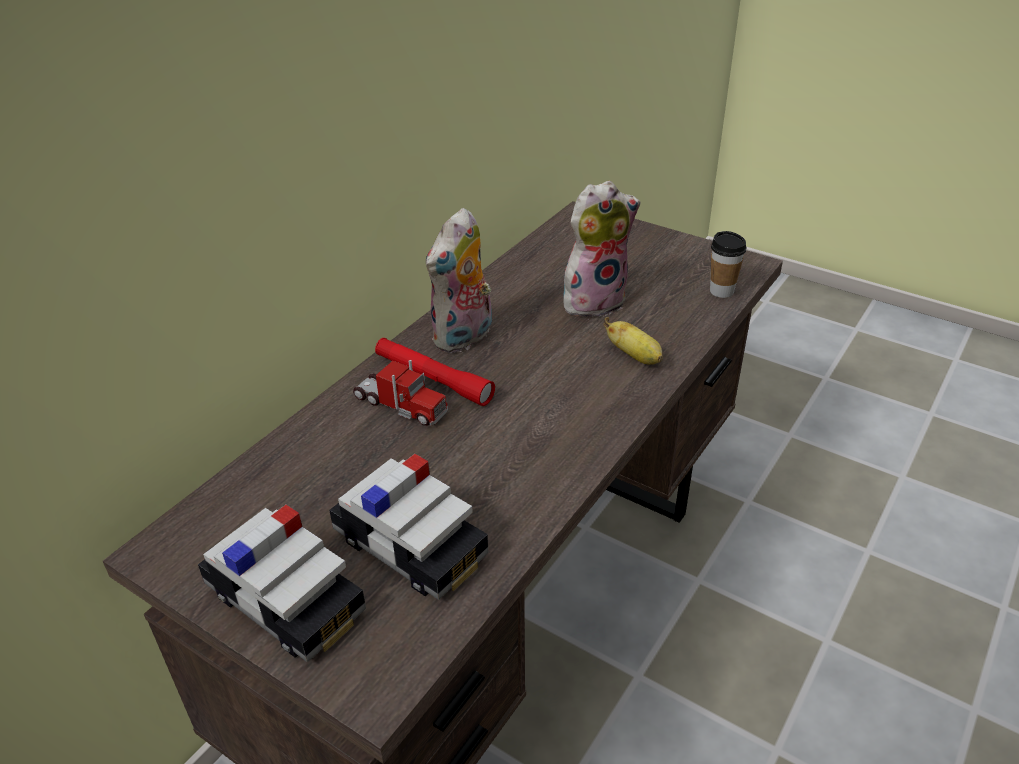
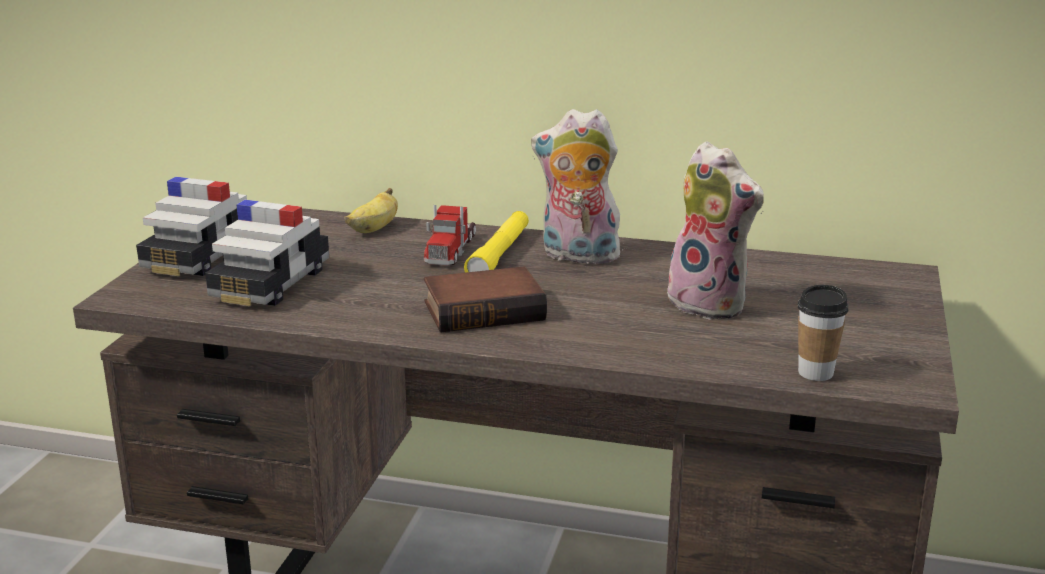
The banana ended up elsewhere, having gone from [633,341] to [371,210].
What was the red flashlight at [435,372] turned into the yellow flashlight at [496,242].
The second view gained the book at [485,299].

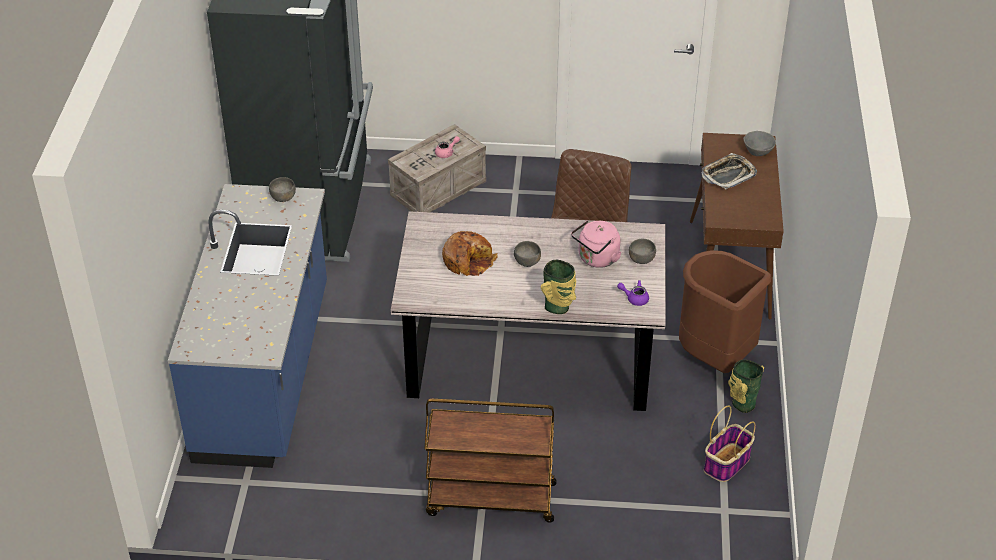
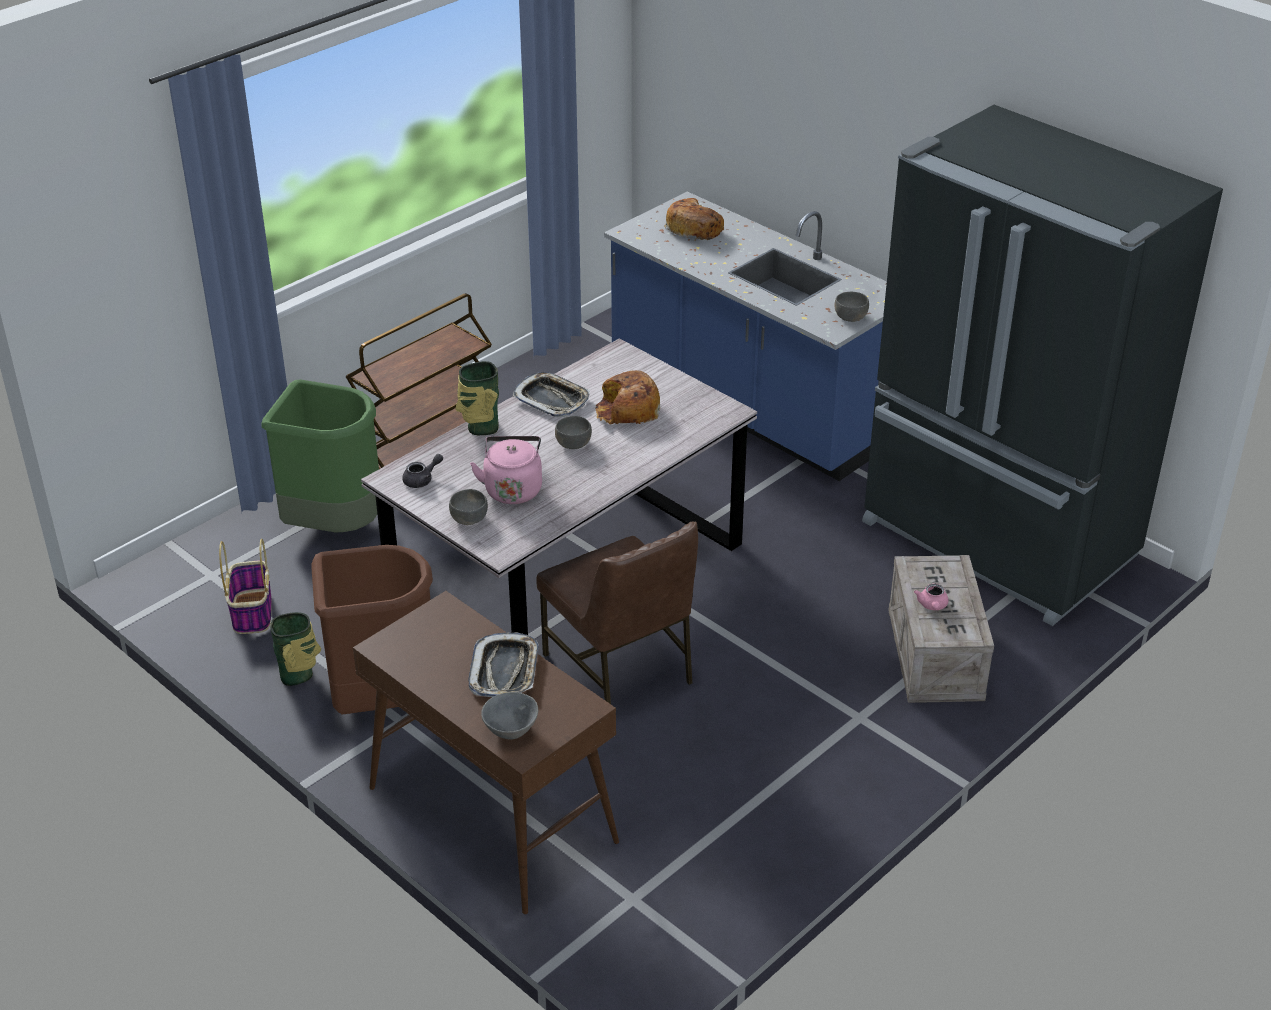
What was the purple teapot at [633,293] turned into the grey teapot at [422,471].
The second view gained the bread at [694,219].
The second view gained the tray at [551,394].
The second view gained the green trash can at [320,456].

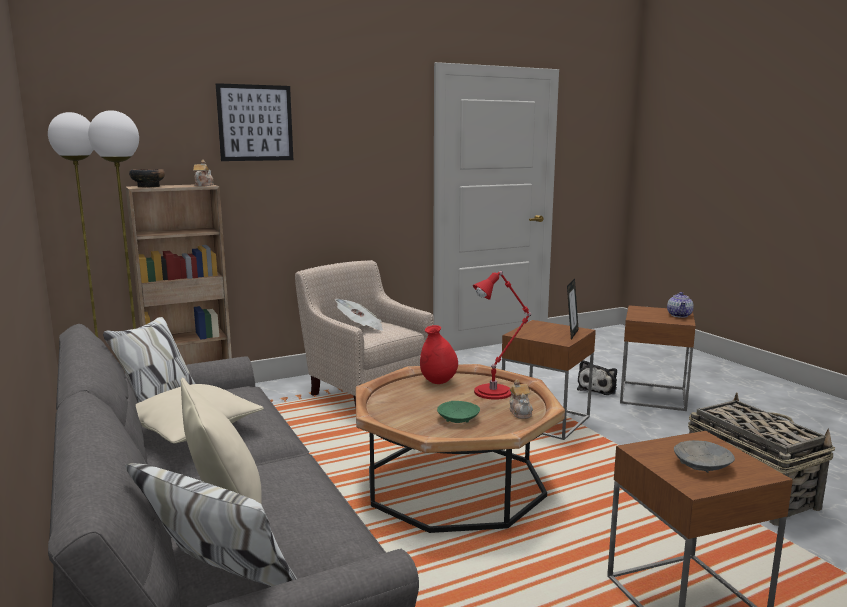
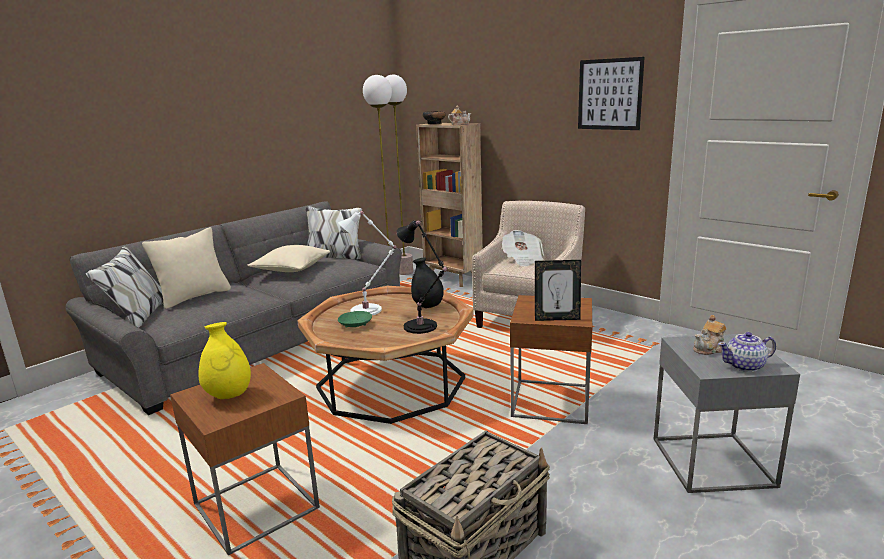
The picture ended up elsewhere, having gone from [254,122] to [611,93].
What was the red table lamp at [502,335] turned into the black table lamp at [422,277].
What was the brown side table at [658,358] turned into the grey side table at [726,413].
What was the red vase at [439,354] turned into the black vase at [427,282].
The second view lost the plush toy at [597,377].
The teapot ended up elsewhere, having gone from [521,399] to [709,335].
Where the grey bowl stood at [704,456], the yellow vase came to stand at [225,360].
The second view gained the white table lamp at [367,263].

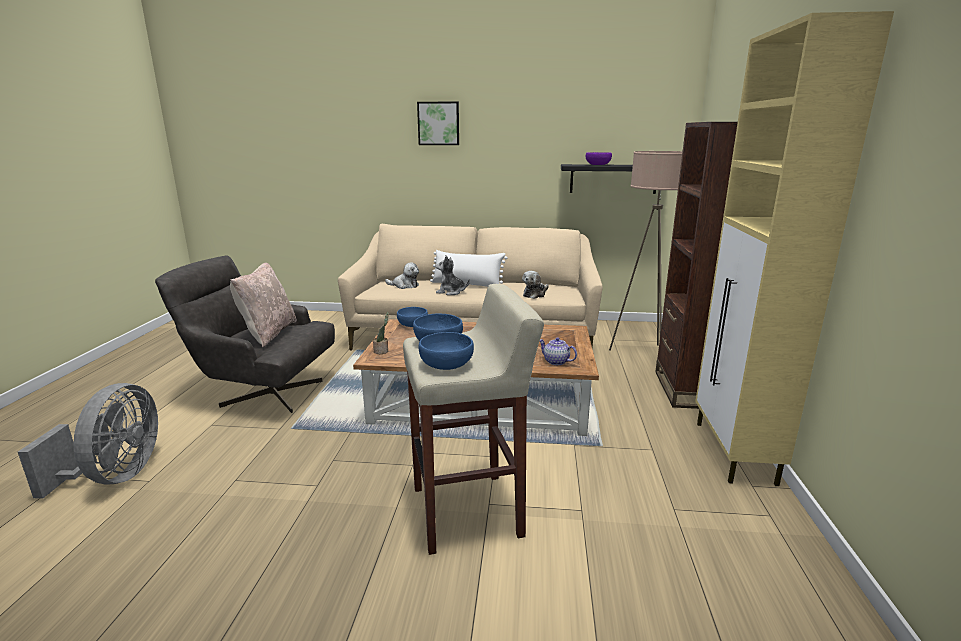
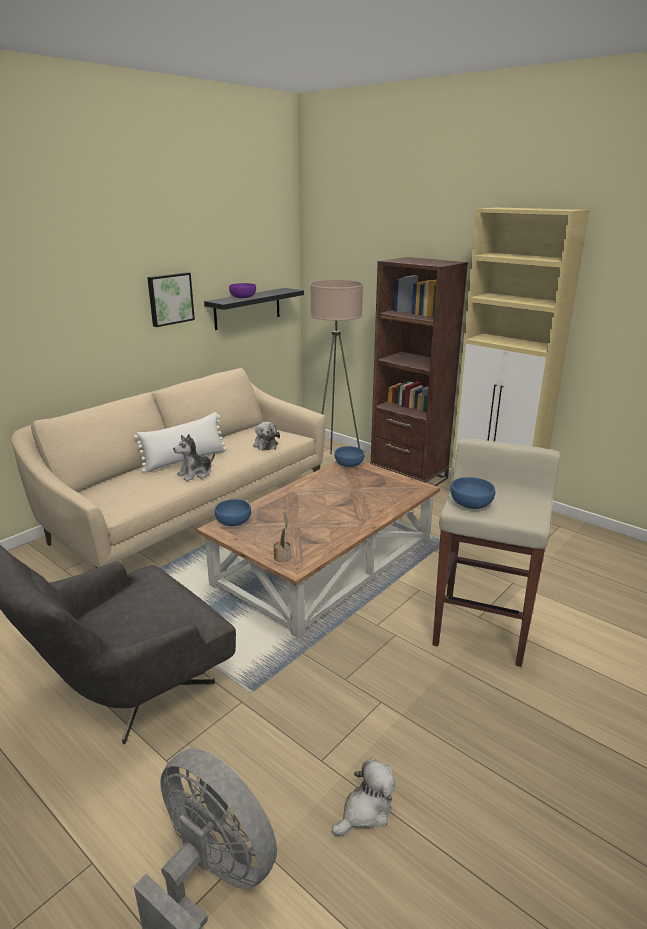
The picture ended up elsewhere, having gone from [438,123] to [171,299].
The plush toy ended up elsewhere, having gone from [402,275] to [364,797].
The second view lost the beige pillow at [263,305].
The blue bowl ended up elsewhere, having gone from [446,351] to [349,456].
The second view lost the teapot at [558,351].

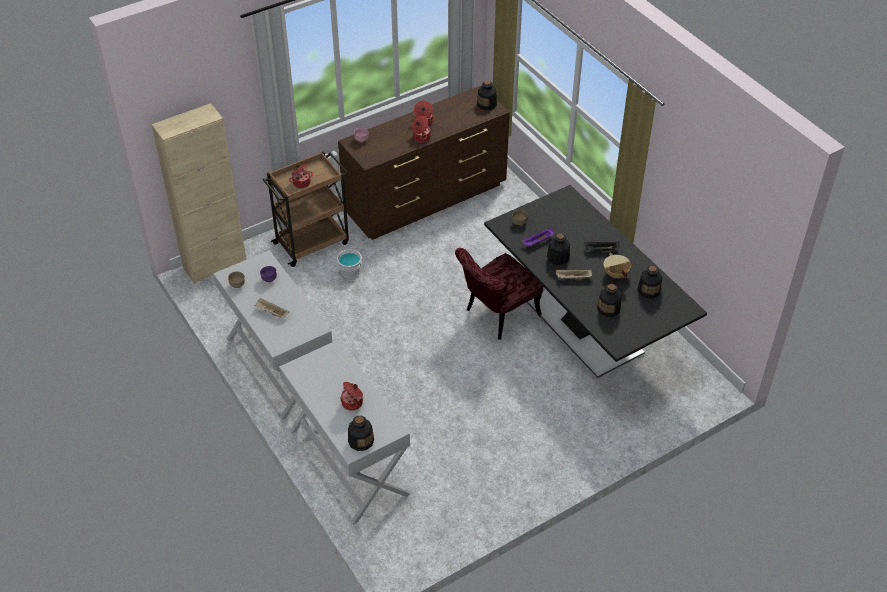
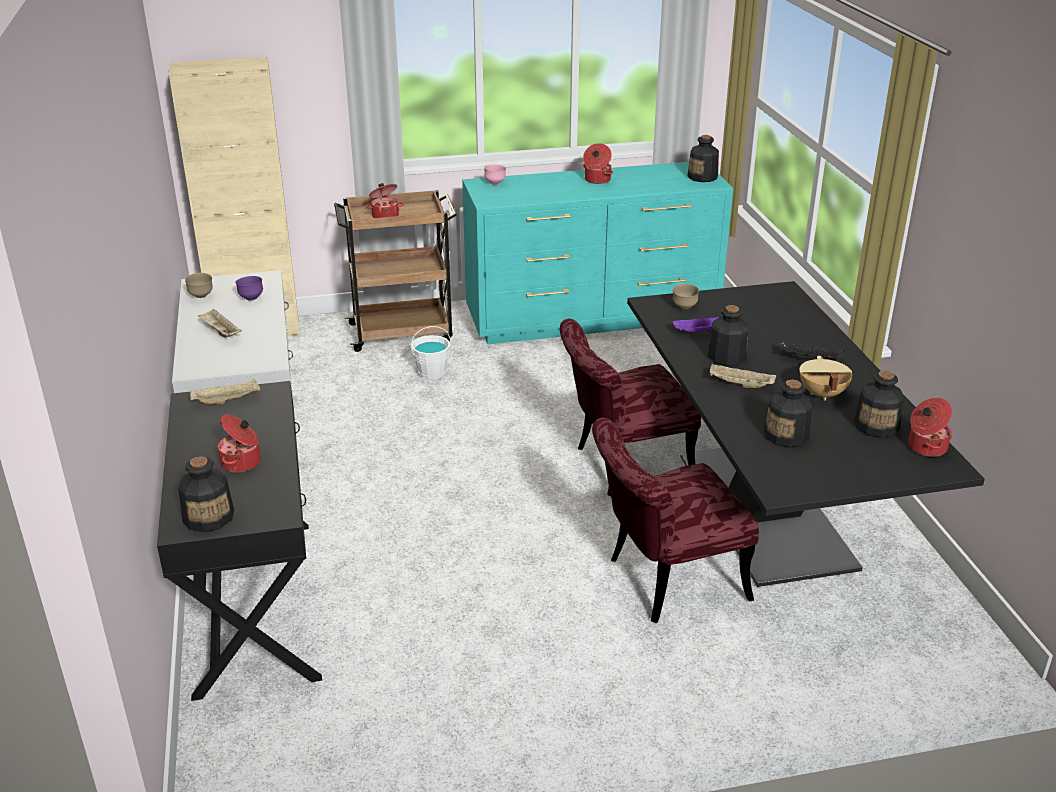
What was the brown dresser at [424,162] turned into the turquoise dresser at [597,253].
The cooking pot ended up elsewhere, having gone from [421,129] to [930,427].
What was the white console table at [344,432] turned into the black console table at [239,541].
The second view gained the beige tray at [225,392].
The second view gained the red chair at [675,520].

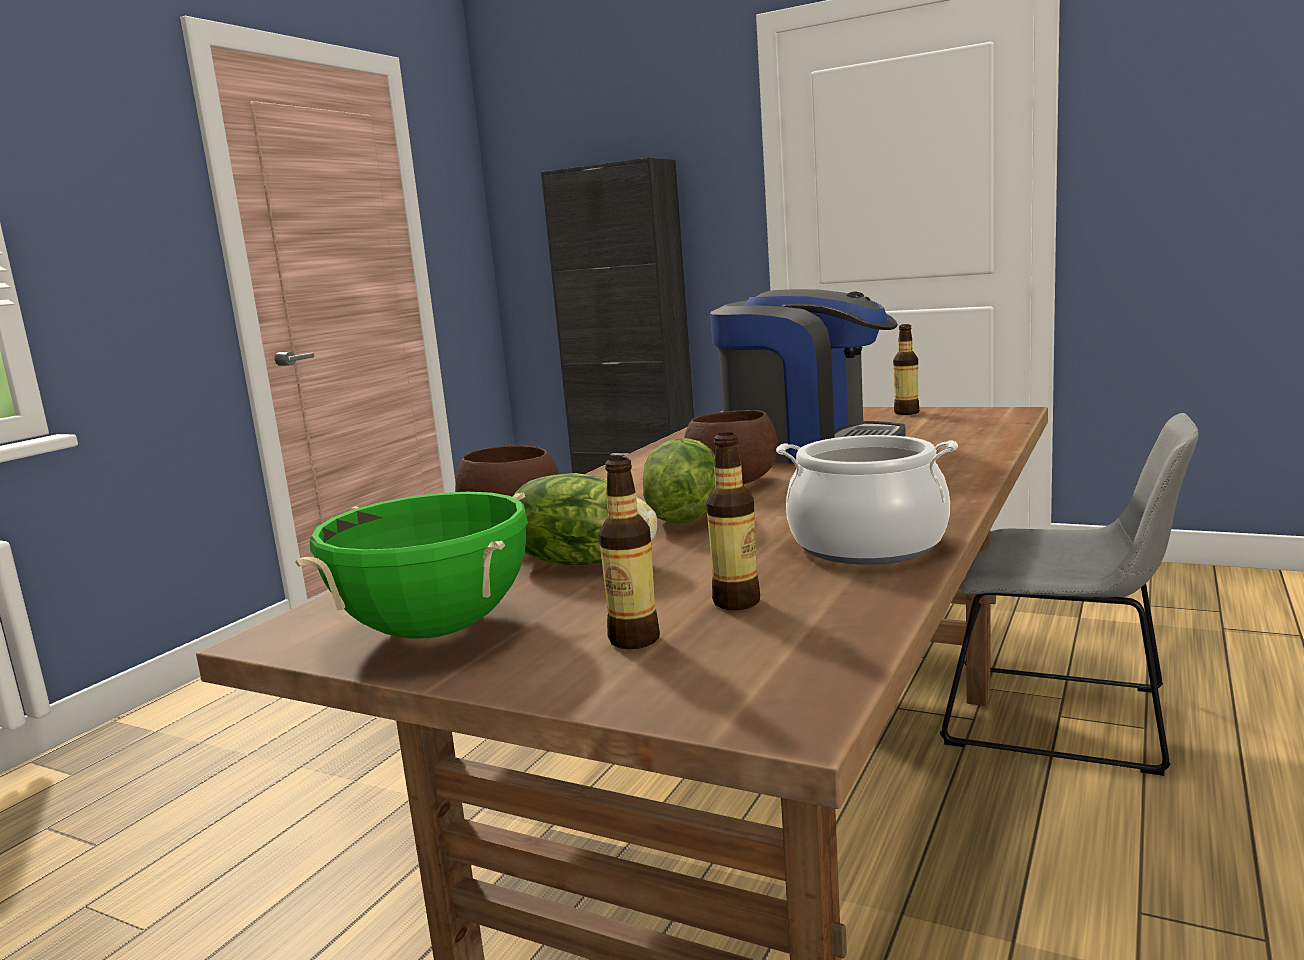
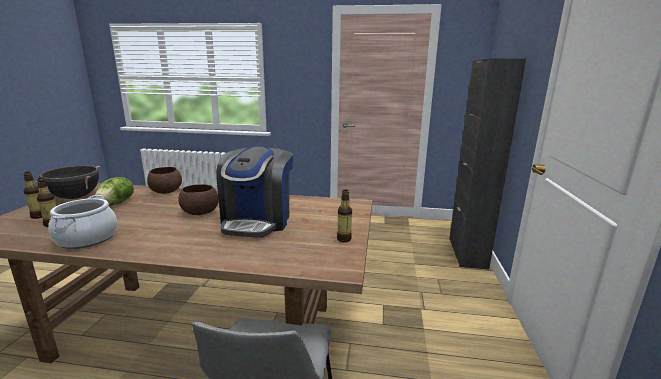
The second view lost the lettuce at [679,480].
What was the green cooking pot at [411,565] turned into the black cooking pot at [68,182].

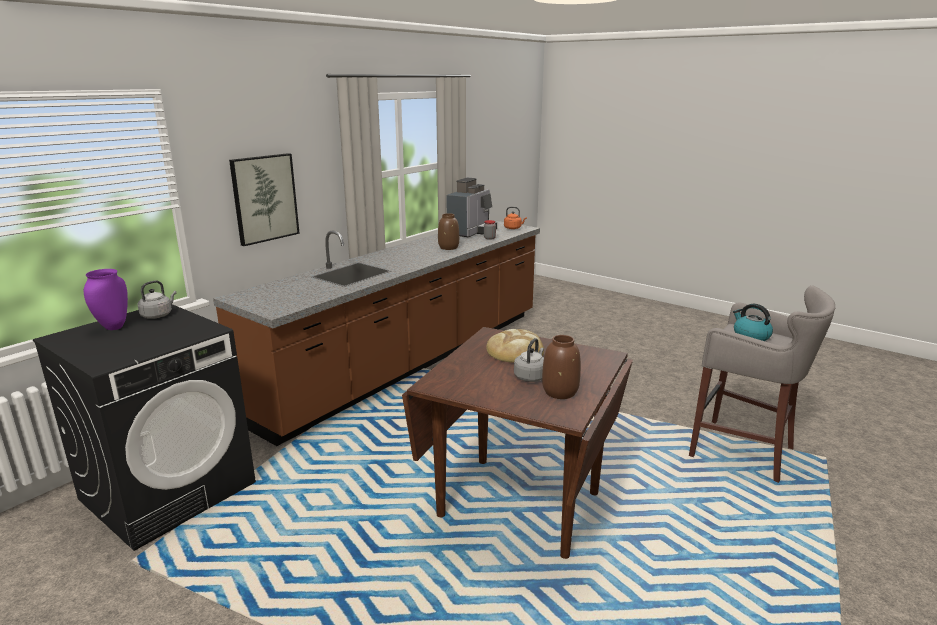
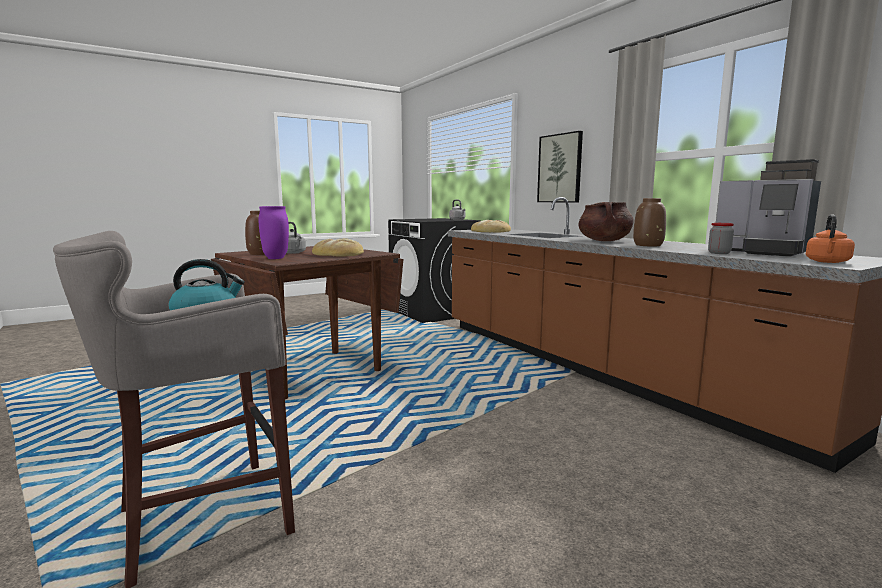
The purple vase ended up elsewhere, having gone from [106,299] to [274,232].
The second view gained the brown cooking pot at [606,221].
The second view gained the bread at [491,226].

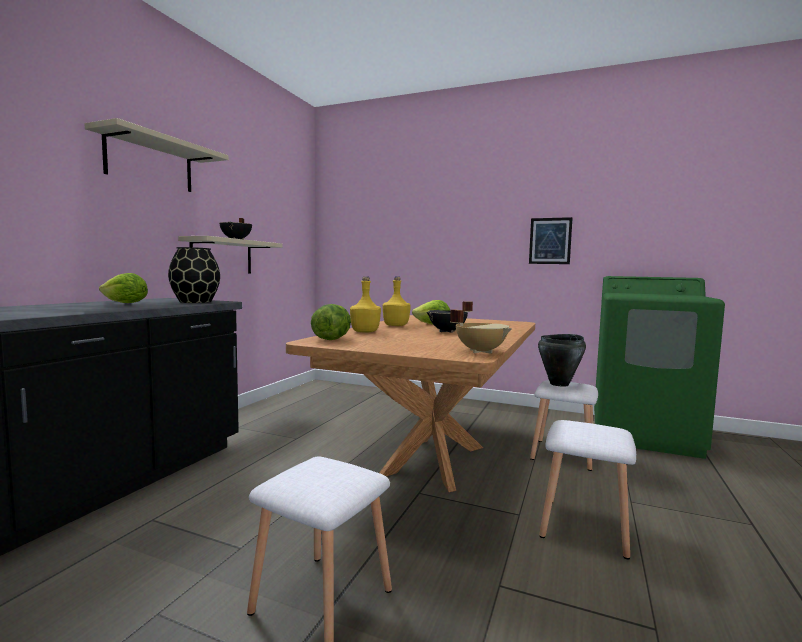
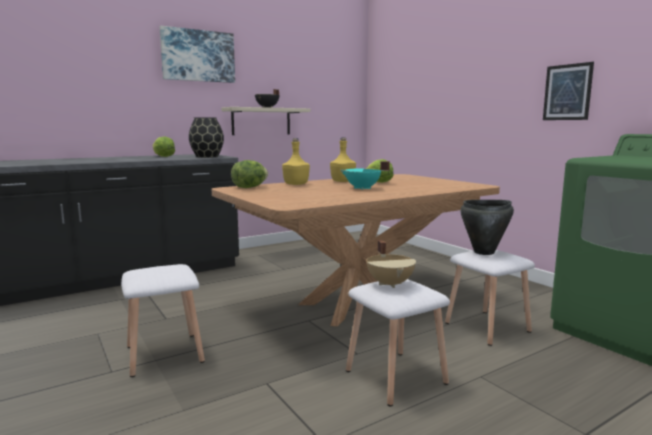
Where the beige shelf hung at [156,155], the picture came to hang at [197,54].
What was the black cooking pot at [449,317] turned into the turquoise cooking pot at [365,175].
The beige cooking pot ended up elsewhere, having gone from [481,331] to [391,264].

